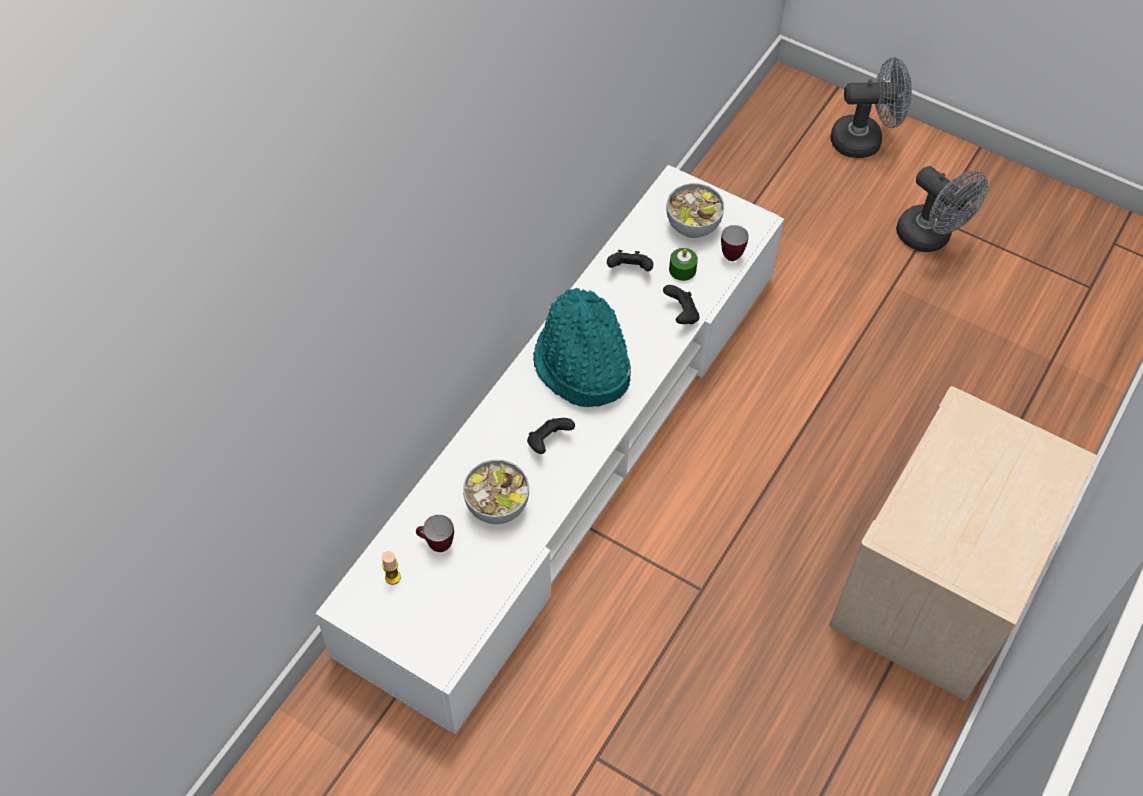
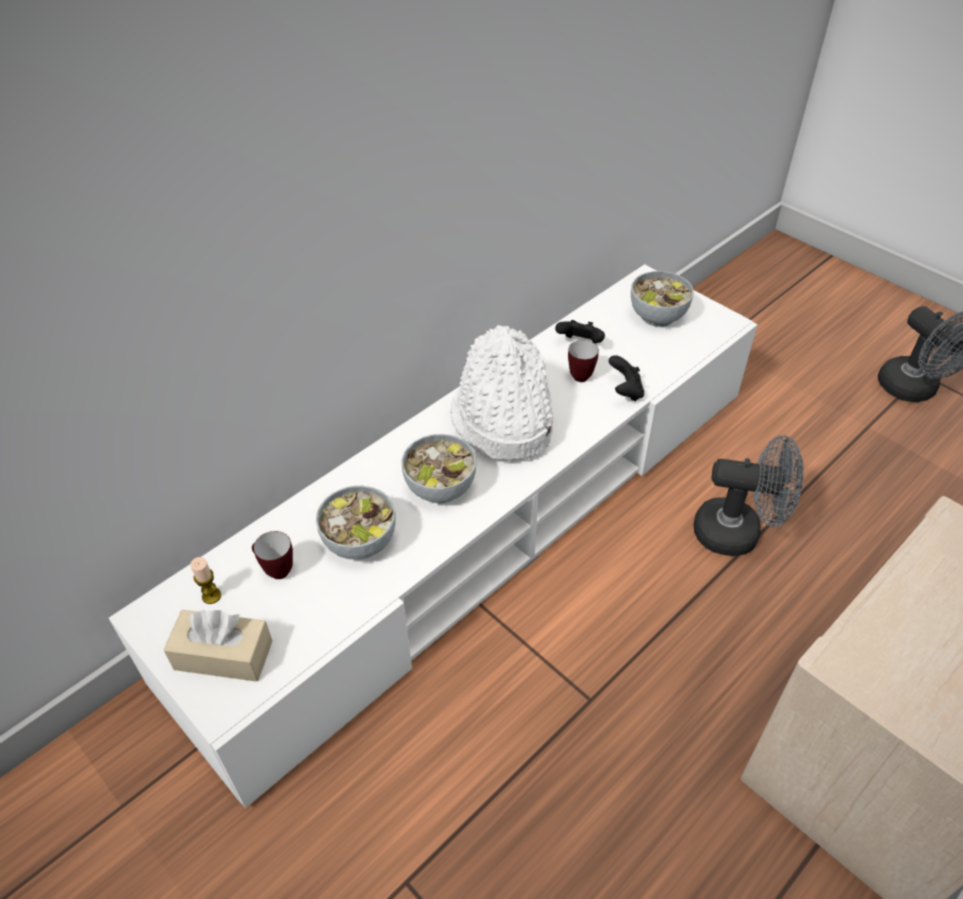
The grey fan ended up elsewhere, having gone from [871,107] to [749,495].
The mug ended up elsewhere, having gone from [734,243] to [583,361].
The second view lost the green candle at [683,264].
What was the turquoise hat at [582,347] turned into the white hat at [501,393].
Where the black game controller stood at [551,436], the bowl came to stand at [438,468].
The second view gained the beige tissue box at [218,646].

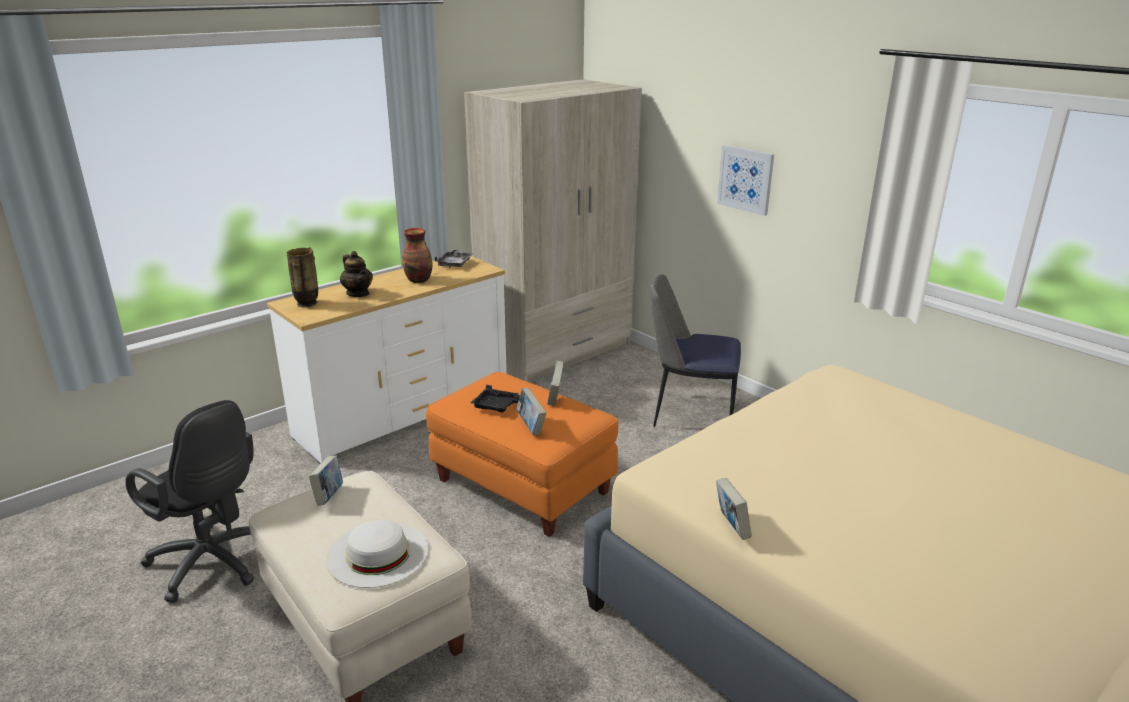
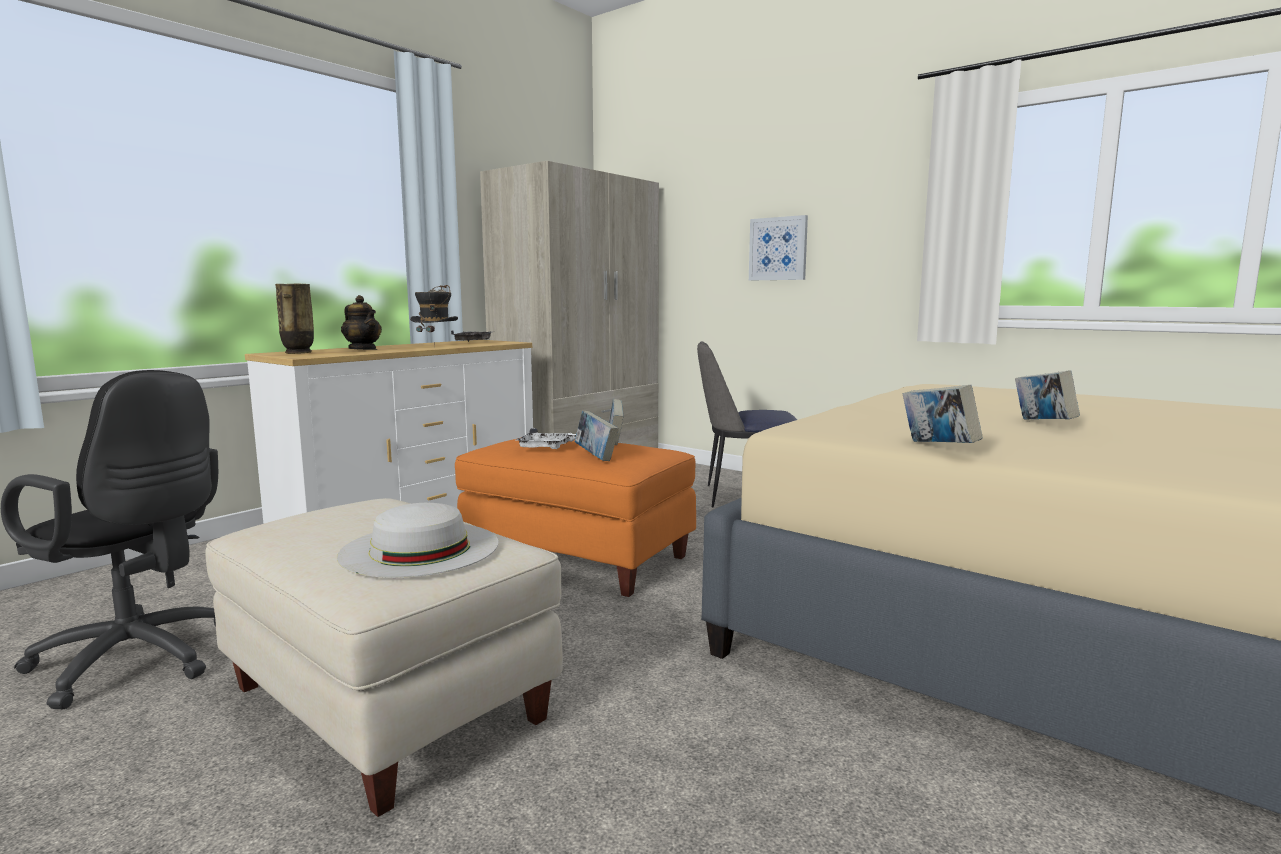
Where the vase stood at [417,255], the hat came to stand at [434,316].
What was the black tray at [495,399] turned into the white tray at [546,438].
The book ended up elsewhere, having gone from [326,480] to [1047,395].

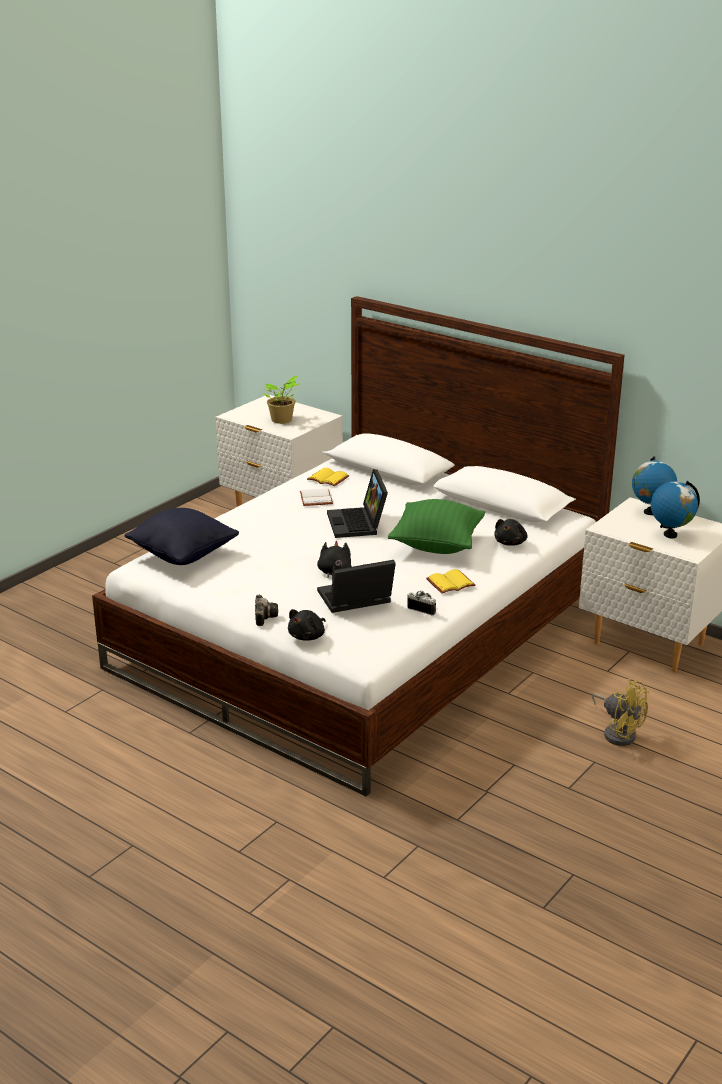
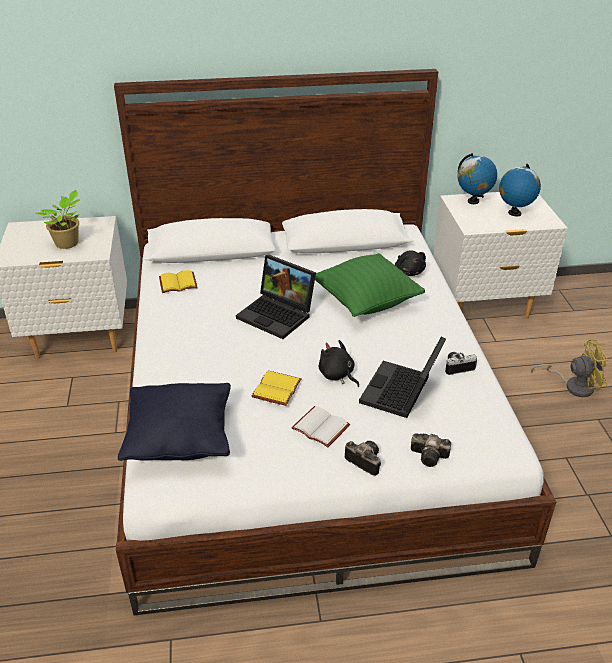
The white book ended up elsewhere, having gone from [316,497] to [321,427].
The yellow book ended up elsewhere, having gone from [451,581] to [276,388].
Where the black plush toy stood at [307,625], the photo camera came to stand at [431,450].

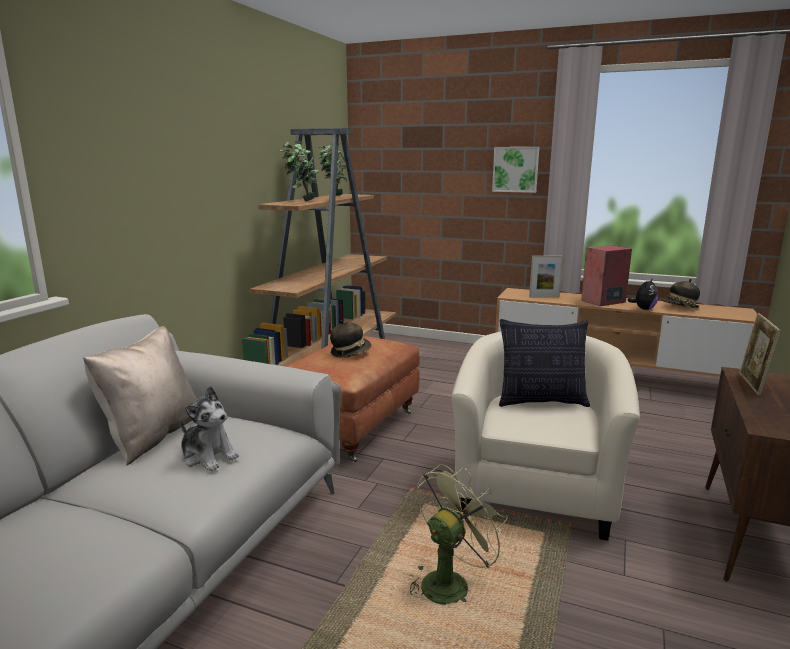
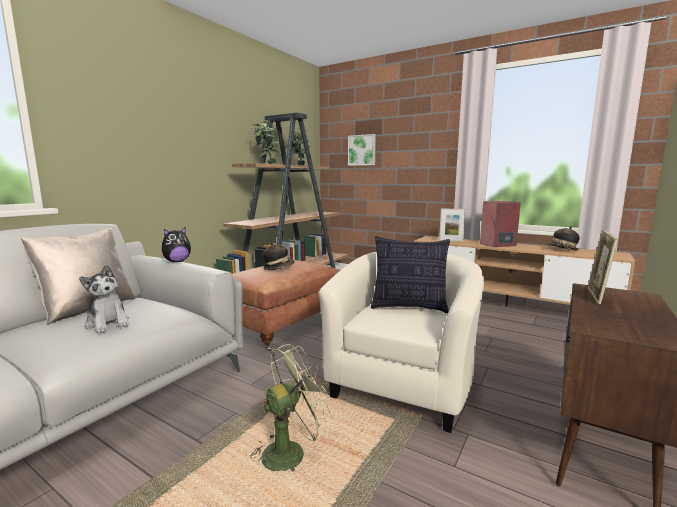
The picture ended up elsewhere, having gone from [515,170] to [362,150].
The plush toy ended up elsewhere, having gone from [642,294] to [176,244].

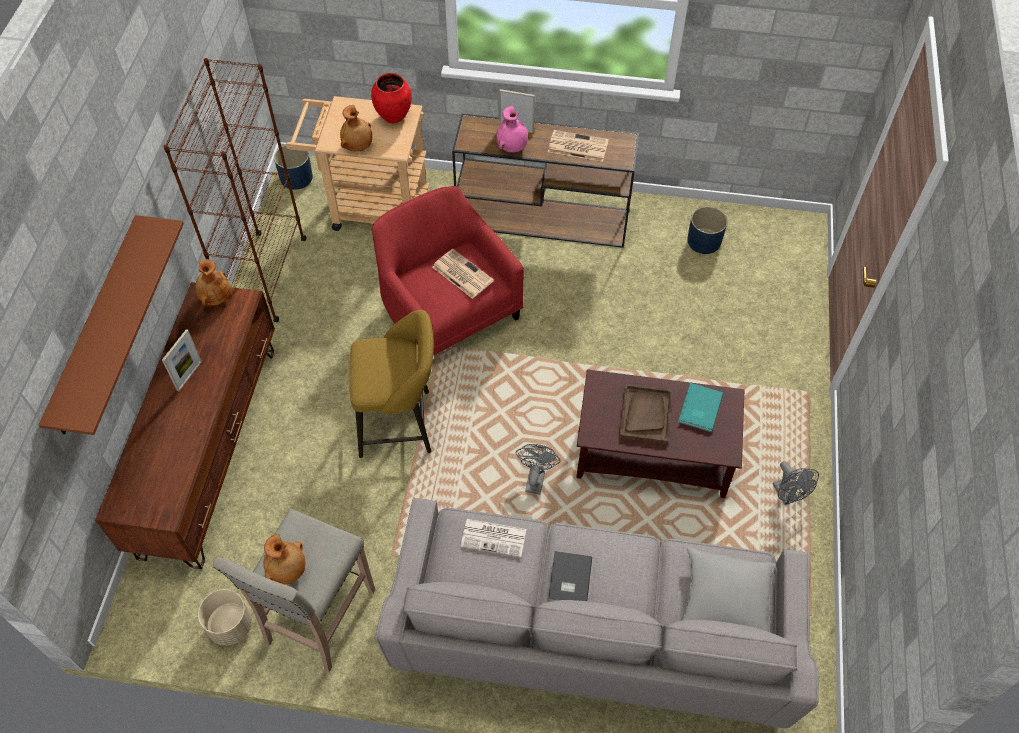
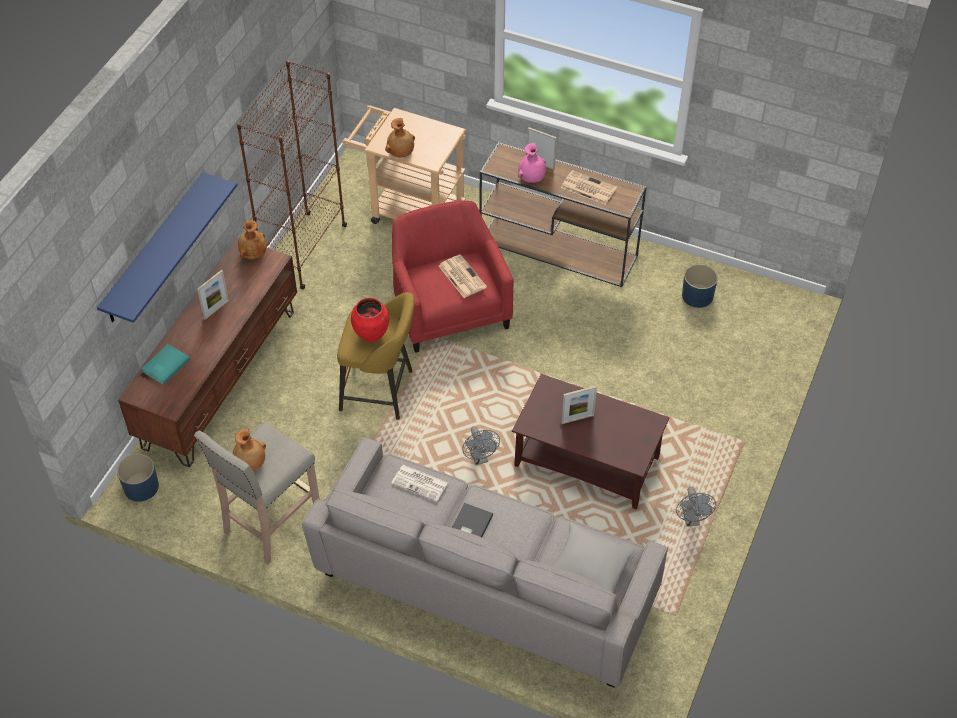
The red vase ended up elsewhere, having gone from [391,98] to [370,320].
The blue planter ended up elsewhere, having gone from [293,167] to [138,478].
What was the brown shelf at [111,325] turned into the blue shelf at [167,247].
The turquoise book ended up elsewhere, having gone from [700,407] to [165,364].
Where the brown tray stood at [646,414], the picture frame came to stand at [579,405].
The grey fan at [538,469] ended up facing another way, 135 degrees clockwise from before.
The second view lost the beige planter at [225,617].

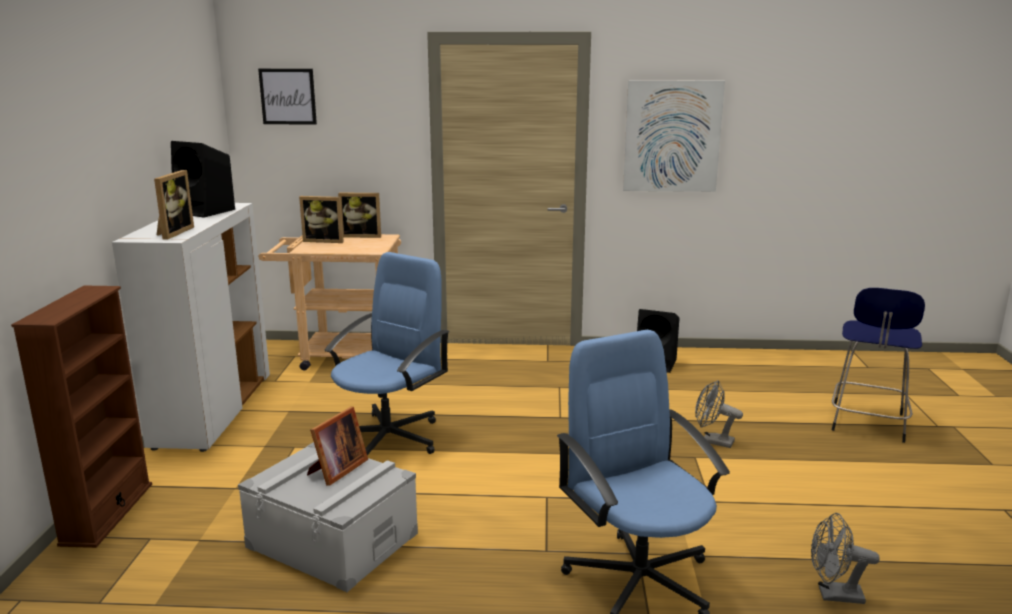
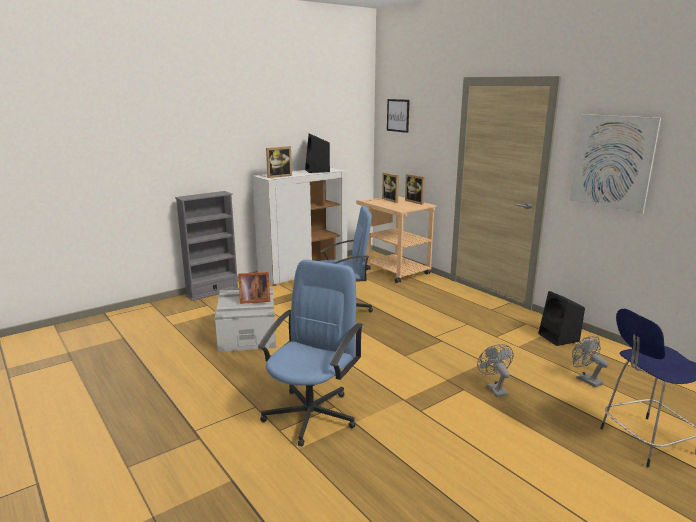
What was the brown bookcase at [81,417] turned into the grey bookcase at [207,246].
The grey fan ended up elsewhere, having gone from [845,558] to [590,361].

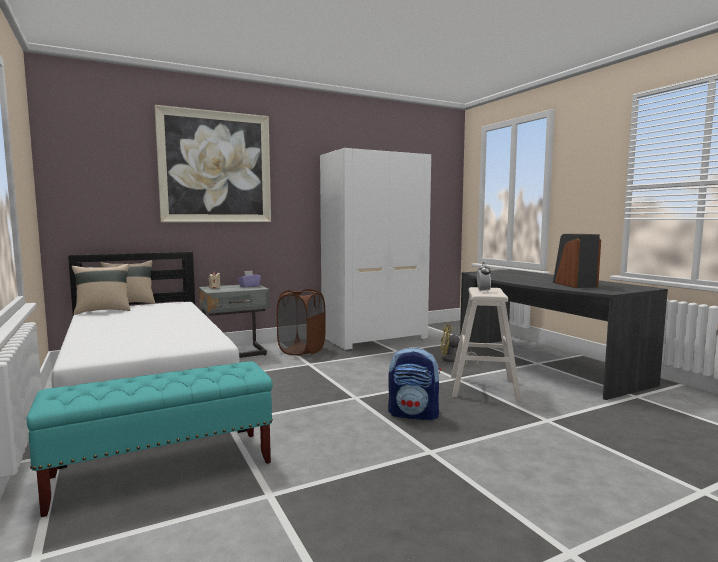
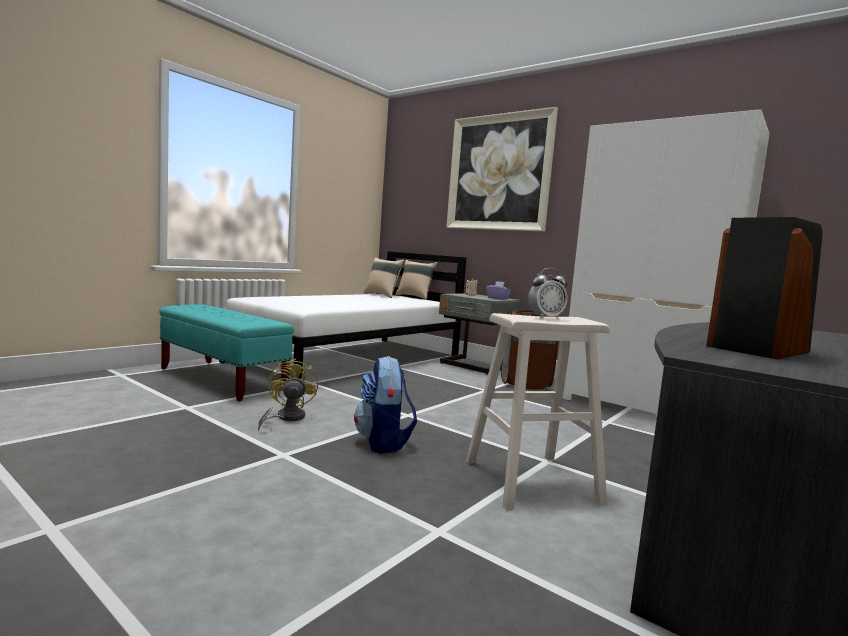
The yellow fan ended up elsewhere, having gone from [459,345] to [288,395].

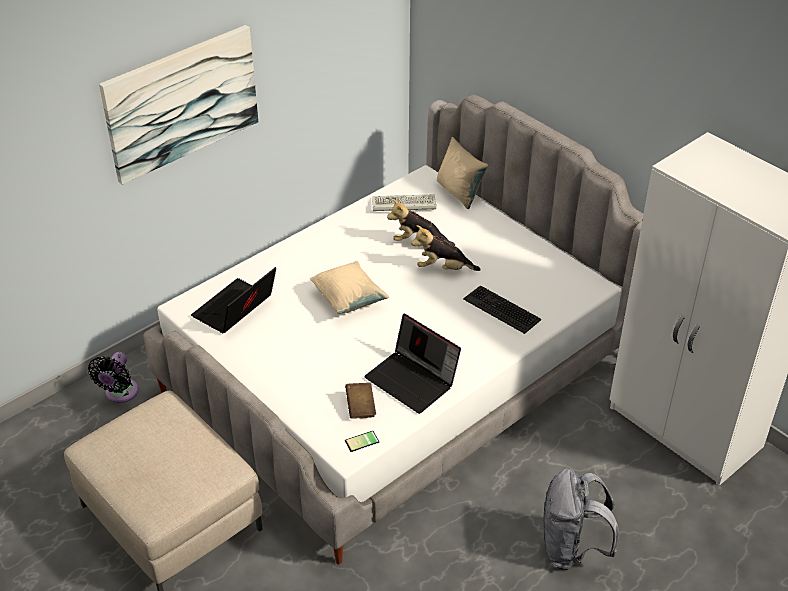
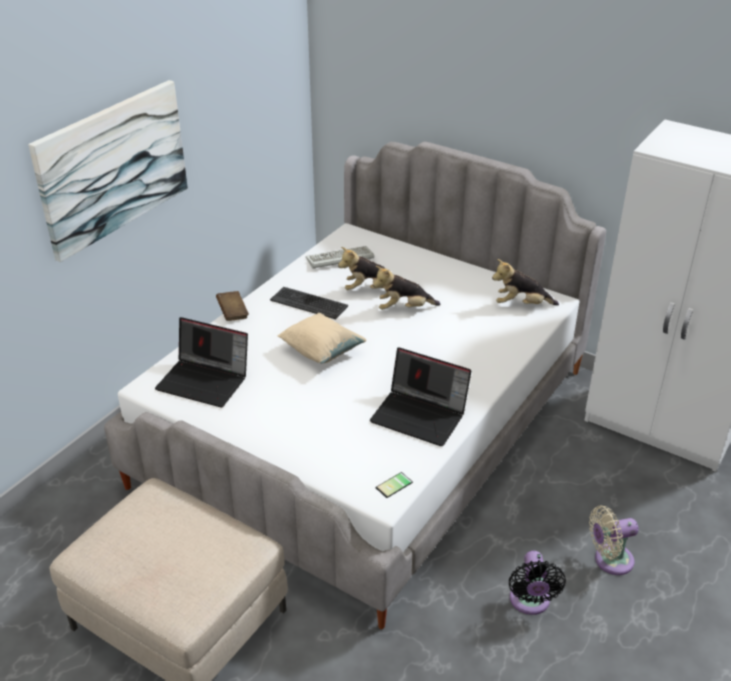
The second view lost the beige pillow at [462,173].
The laptop at [233,300] ended up facing another way, 90 degrees counterclockwise from before.
The keyboard ended up elsewhere, having gone from [502,309] to [309,303].
The black fan ended up elsewhere, having gone from [113,377] to [537,583].
The brown book ended up elsewhere, having gone from [360,401] to [232,306].
Where the grey backpack stood at [580,519], the beige fan came to stand at [614,540].
The second view gained the plush toy at [525,282].

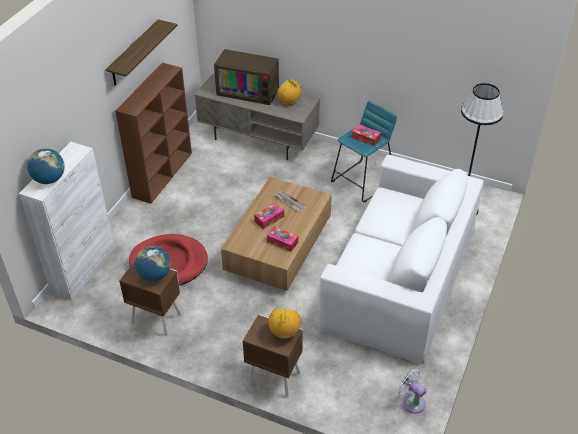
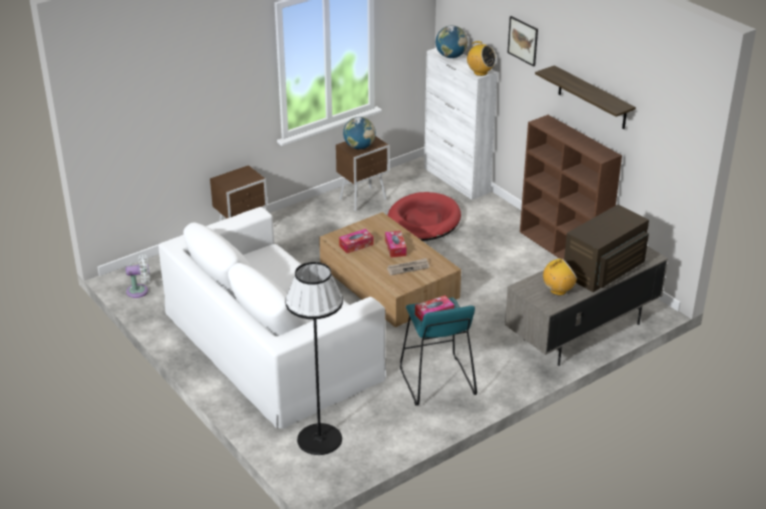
The radio ended up elsewhere, having gone from [284,323] to [480,58].
The second view gained the picture at [522,41].

